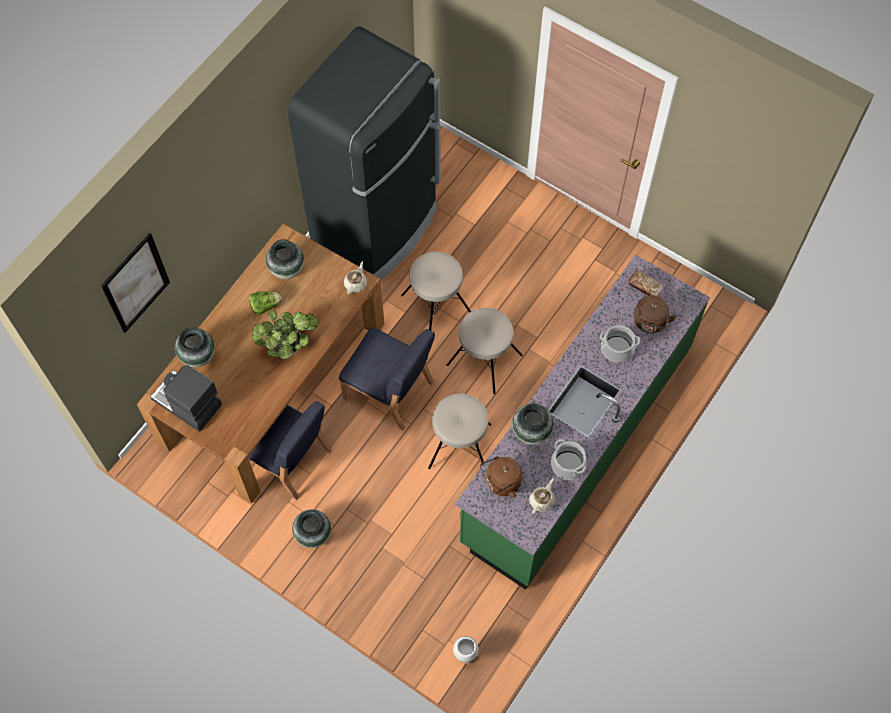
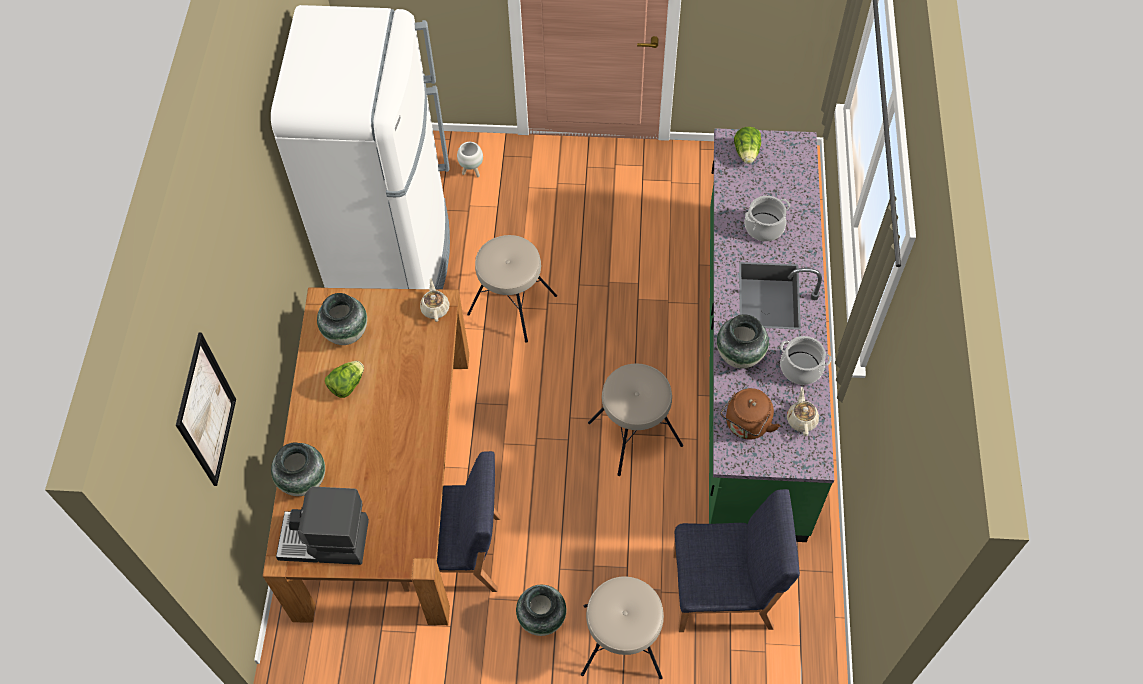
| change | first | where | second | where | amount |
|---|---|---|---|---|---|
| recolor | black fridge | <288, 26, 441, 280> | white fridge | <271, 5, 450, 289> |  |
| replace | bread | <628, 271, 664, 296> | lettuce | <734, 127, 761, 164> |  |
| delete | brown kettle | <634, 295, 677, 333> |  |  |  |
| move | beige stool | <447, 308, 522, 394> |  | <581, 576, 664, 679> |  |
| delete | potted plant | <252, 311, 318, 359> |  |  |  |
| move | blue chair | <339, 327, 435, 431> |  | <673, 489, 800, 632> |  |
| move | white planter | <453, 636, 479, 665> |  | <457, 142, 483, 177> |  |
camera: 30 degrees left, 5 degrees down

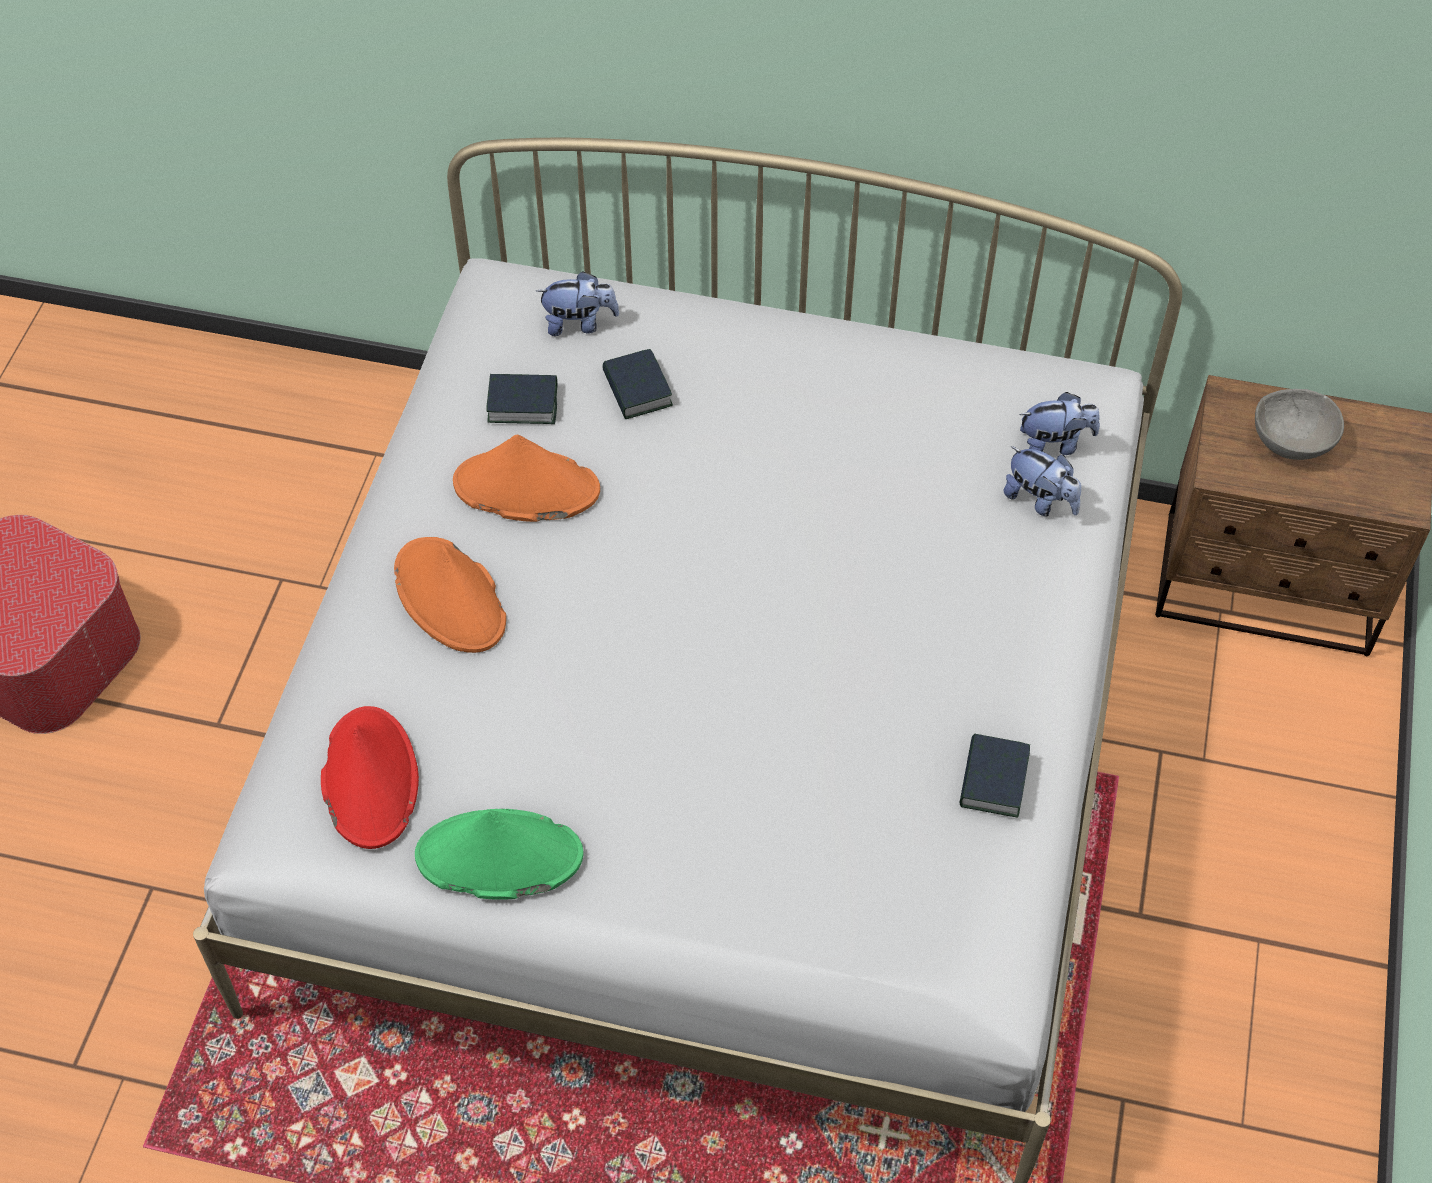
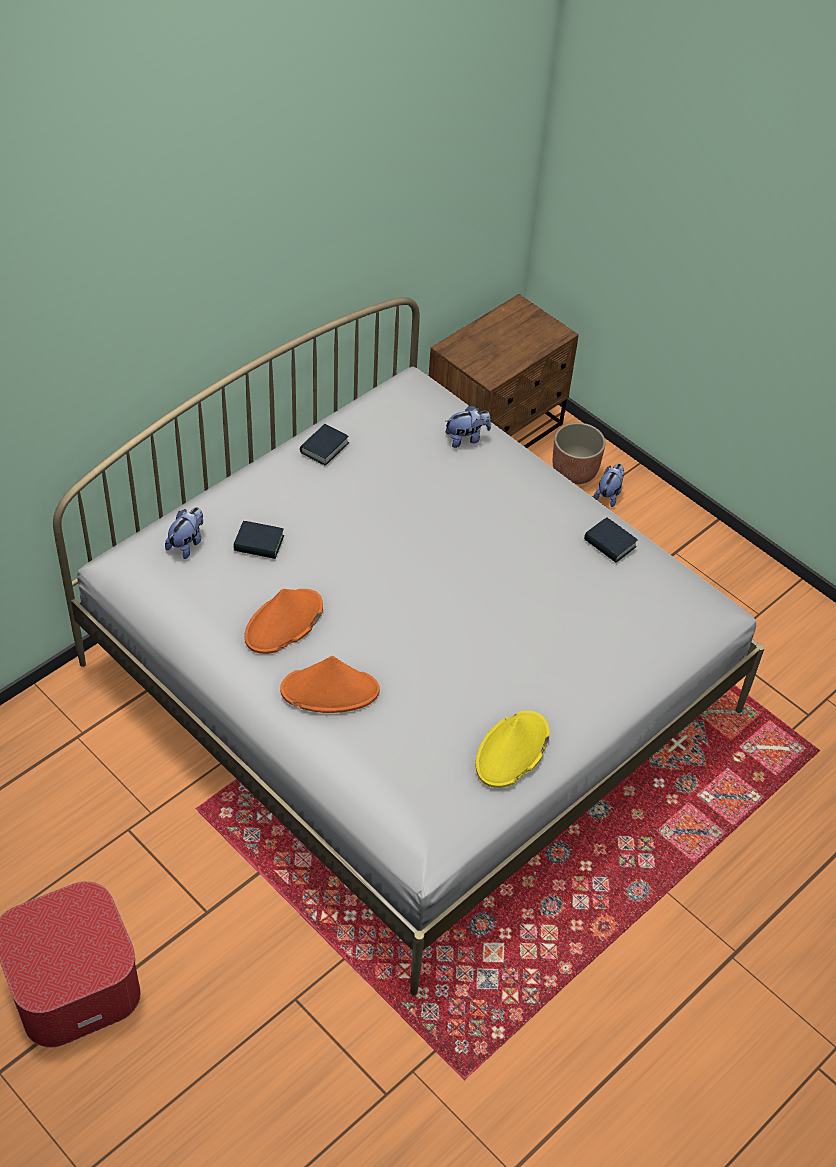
| change | first | where | second | where | amount |
|---|---|---|---|---|---|
| move | book | <486, 374, 557, 424> |  | <300, 424, 349, 465> |  |
| delete | grey bowl | <1255, 389, 1344, 460> |  |  |  |
| move | plush toy | <1019, 392, 1100, 455> |  | <594, 464, 625, 507> |  |
| delete | red hat | <321, 706, 419, 849> |  |  |  |
| recolor | green hat | <415, 809, 583, 900> | yellow hat | <475, 711, 550, 788> |  |
| insert |  |  | planter | <553, 423, 606, 484> |  |
camera: 60 degrees left, 5 degrees down

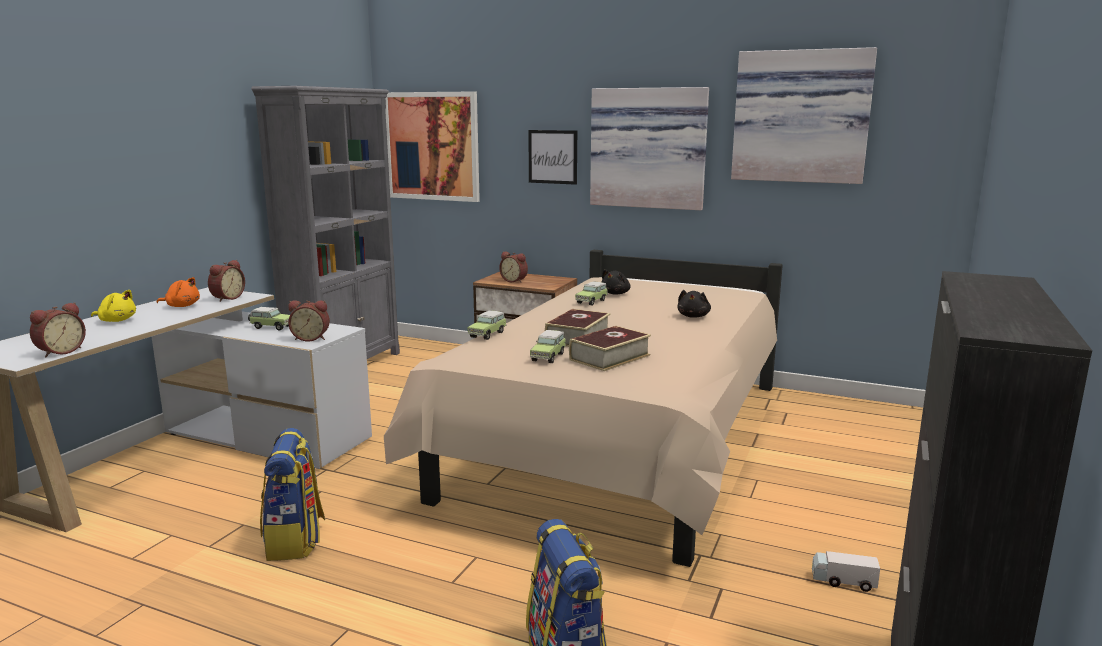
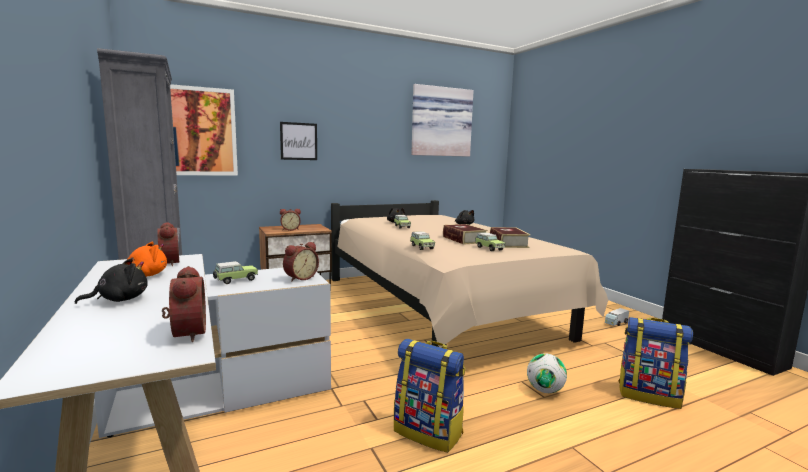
| change | first | where | second | where | amount |
|---|---|---|---|---|---|
| delete | picture | <590, 87, 709, 210> |  |  |  |
| recolor | yellow plush toy | <91, 290, 136, 322> | black plush toy | <75, 258, 147, 304> |  |
| insert |  |  | football | <527, 353, 567, 393> |  |
camera: 50 degrees left, 5 degrees down

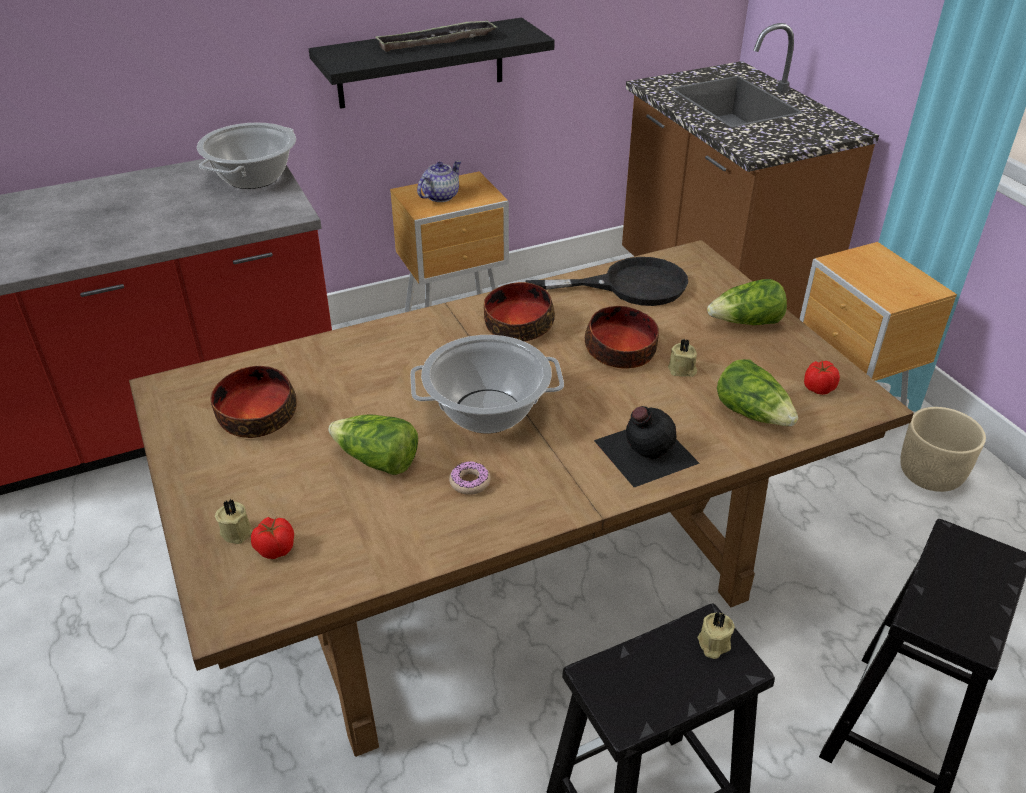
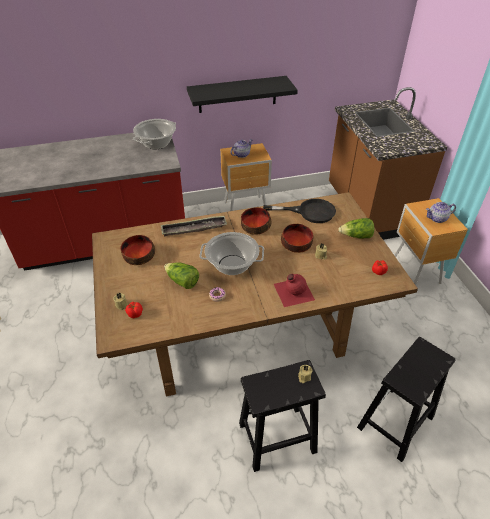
| change | first | where | second | where | amount |
|---|---|---|---|---|---|
| move | tray | <375, 20, 498, 52> |  | <161, 216, 227, 236> |  |
| delete | lettuce | <717, 359, 798, 426> |  |  |  |
| recolor | black bottle | <594, 406, 700, 487> | red bottle | <274, 274, 315, 307> |  |
| delete | beige planter | <900, 407, 986, 492> |  |  |  |
| insert |  |  | teapot | <426, 202, 456, 223> |  |
camera: 10 degrees right, 5 degrees up

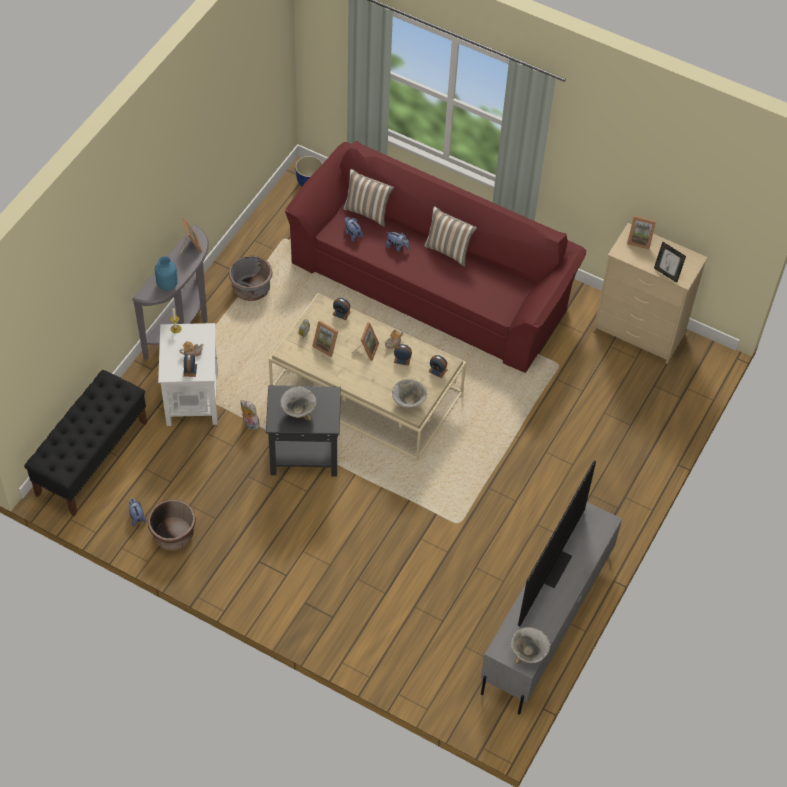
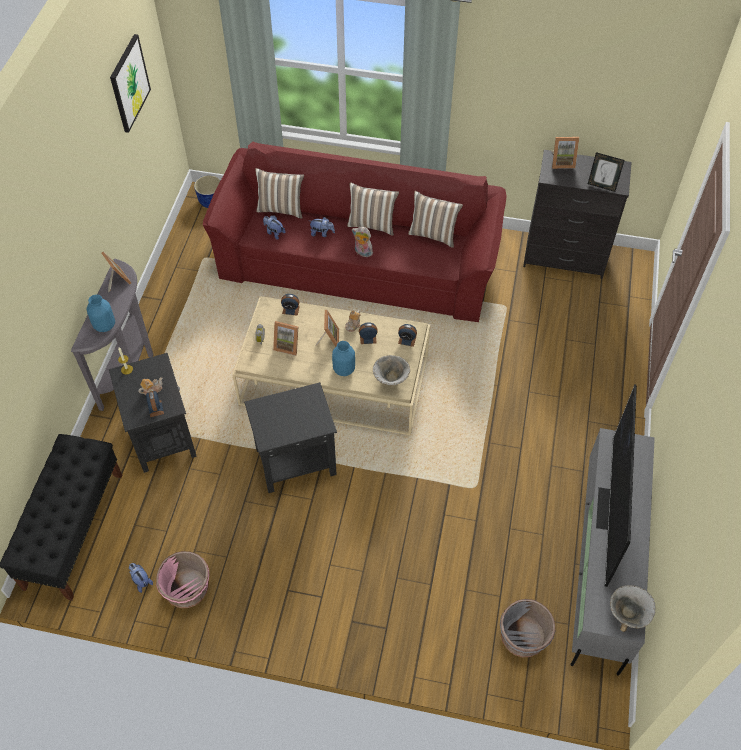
| change | first | where | second | where | amount |
|---|---|---|---|---|---|
| recolor | beige dresser | <593, 223, 708, 364> | black dresser | <523, 150, 632, 279> |  |
| move | grey planter | <229, 256, 272, 301> |  | <500, 599, 555, 658> |  |
| recolor | white side table | <158, 323, 218, 426> | black side table | <109, 353, 197, 473> |  |
| delete | bowl | <280, 386, 317, 421> |  |  |  |
| move | plush toy | <240, 400, 259, 430> |  | <352, 227, 373, 257> |  |
| recolor | brown planter | <148, 499, 196, 550> | pink planter | <156, 551, 209, 608> |  |
| insert |  |  | picture | <110, 34, 151, 133> |  |
| insert |  |  | pillow | <408, 191, 463, 248> |  |
| insert |  |  | blue vase | <332, 341, 355, 376> |  |
camera: 15 degrees left, 0 degrees up

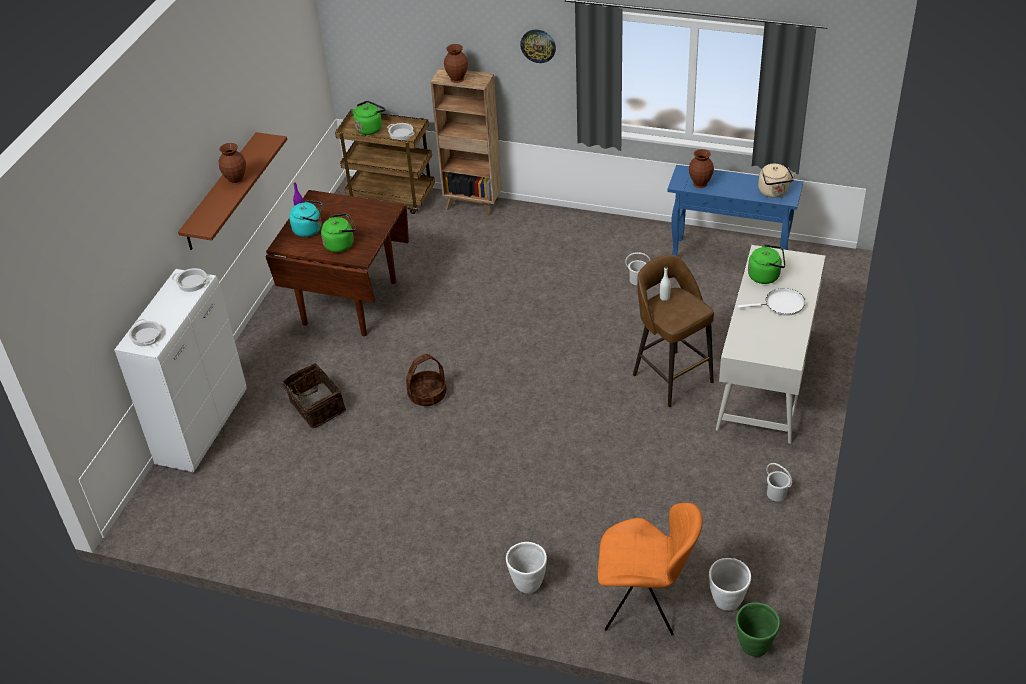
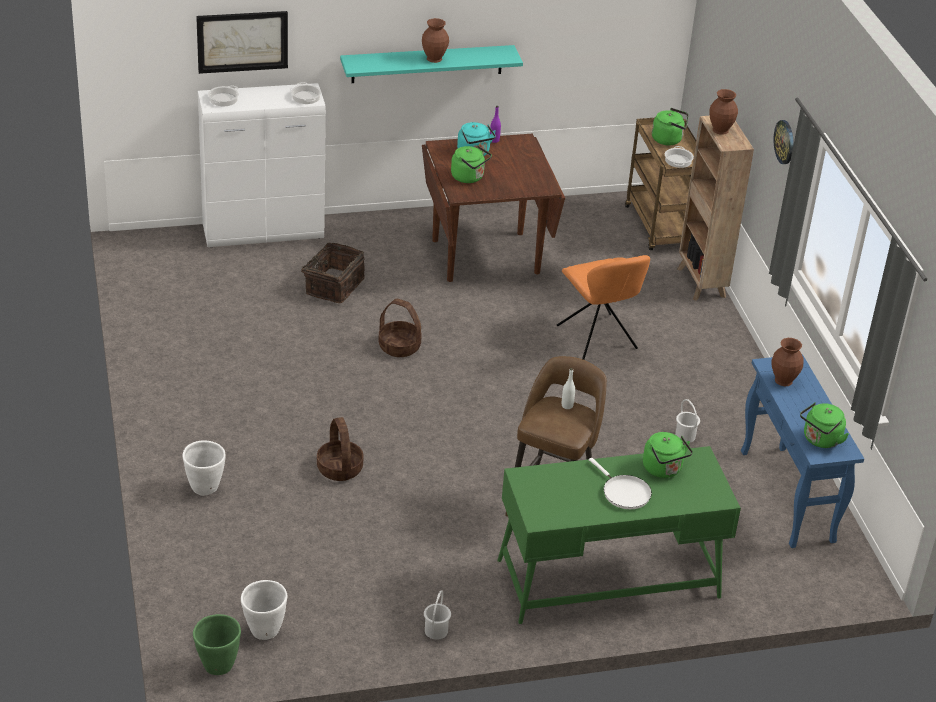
| change | first | where | second | where | amount |
|---|---|---|---|---|---|
| recolor | brown shelf | <178, 132, 287, 250> | turquoise shelf | <340, 45, 523, 83> |  |
| recolor | beige kettle | <758, 164, 796, 198> | green kettle | <800, 402, 849, 448> |  |
| recolor | white desk | <716, 245, 825, 444> | green desk | <497, 446, 741, 624> |  |
| move | orange chair | <598, 503, 703, 635> |  | <557, 255, 650, 360> |  |
| insert |  |  | picture | <196, 11, 288, 74> |  |
| insert |  |  | basket | <317, 417, 364, 481> |  |
camera: 55 degrees right, 5 degrees down

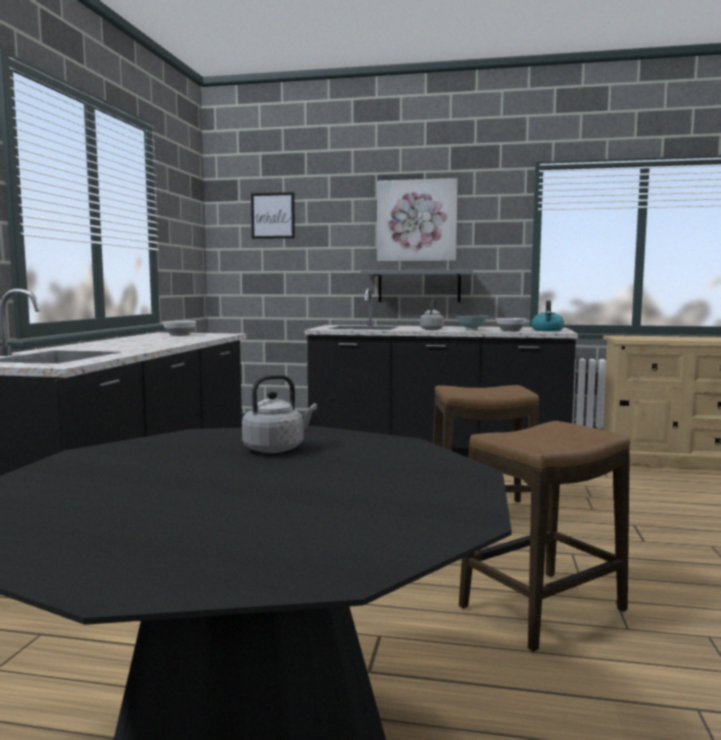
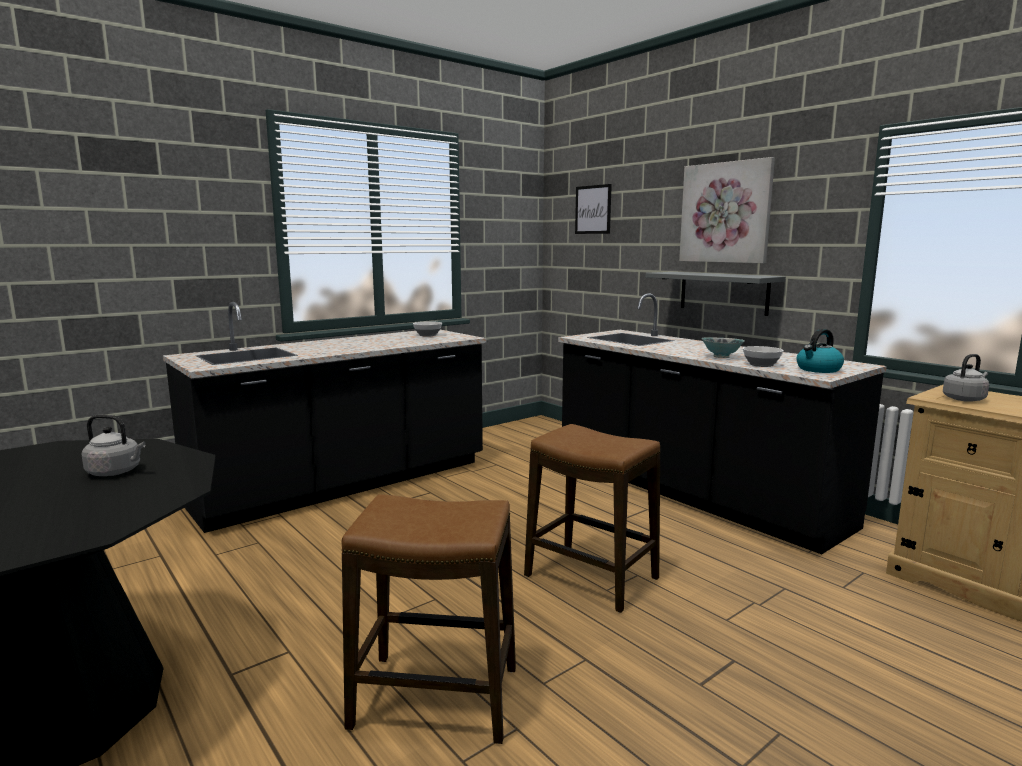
| change | first | where | second | where | amount |
|---|---|---|---|---|---|
| move | grey kettle | <420, 300, 444, 330> |  | <943, 354, 989, 402> |  |
camera: 40 degrees right, 5 degrees up

